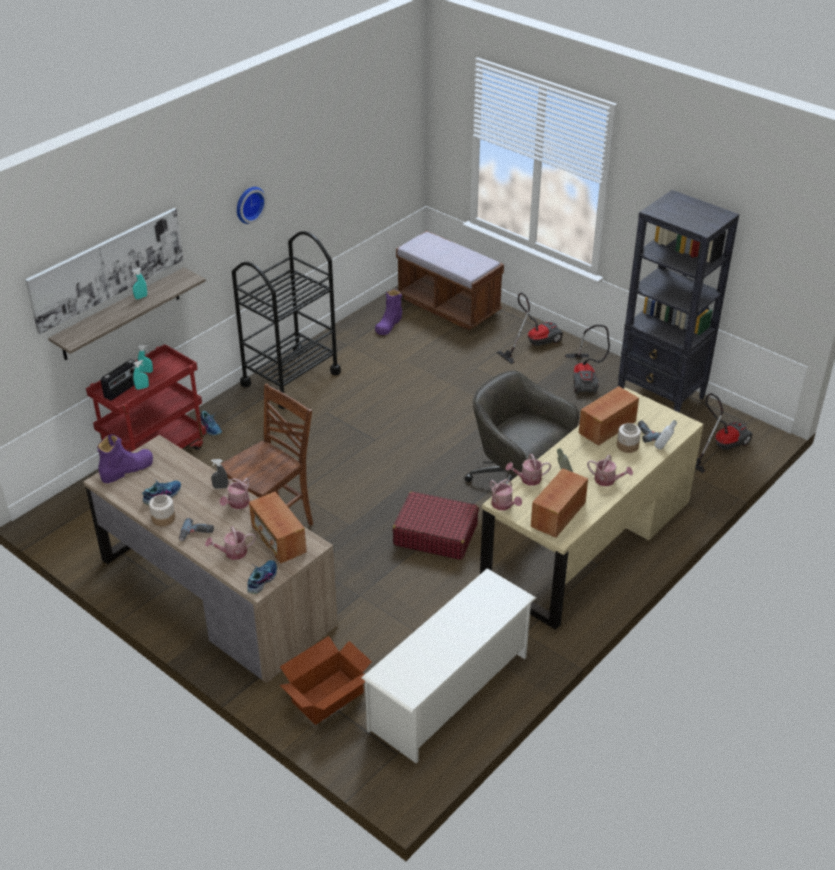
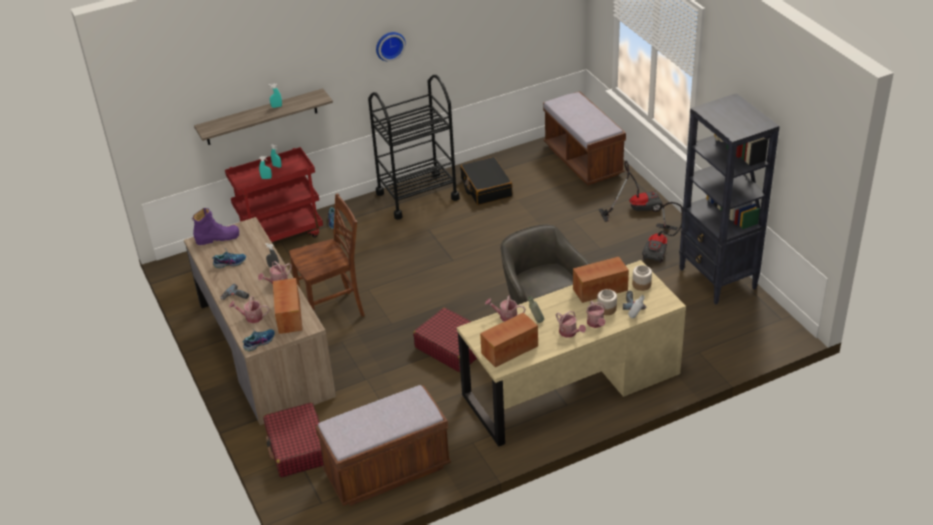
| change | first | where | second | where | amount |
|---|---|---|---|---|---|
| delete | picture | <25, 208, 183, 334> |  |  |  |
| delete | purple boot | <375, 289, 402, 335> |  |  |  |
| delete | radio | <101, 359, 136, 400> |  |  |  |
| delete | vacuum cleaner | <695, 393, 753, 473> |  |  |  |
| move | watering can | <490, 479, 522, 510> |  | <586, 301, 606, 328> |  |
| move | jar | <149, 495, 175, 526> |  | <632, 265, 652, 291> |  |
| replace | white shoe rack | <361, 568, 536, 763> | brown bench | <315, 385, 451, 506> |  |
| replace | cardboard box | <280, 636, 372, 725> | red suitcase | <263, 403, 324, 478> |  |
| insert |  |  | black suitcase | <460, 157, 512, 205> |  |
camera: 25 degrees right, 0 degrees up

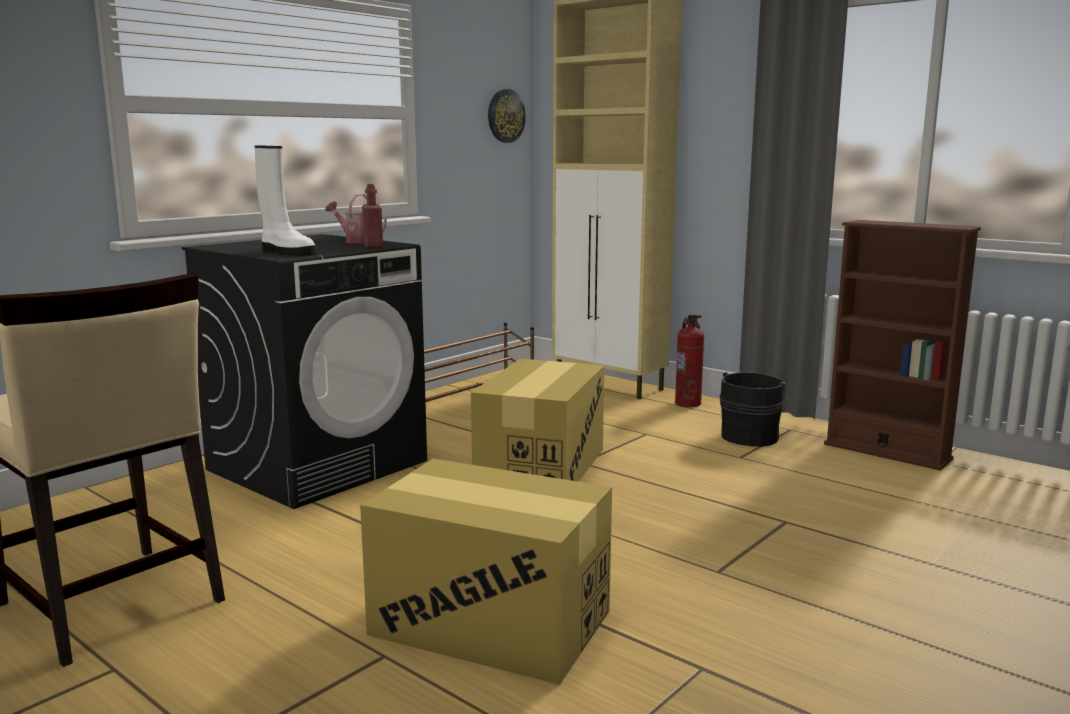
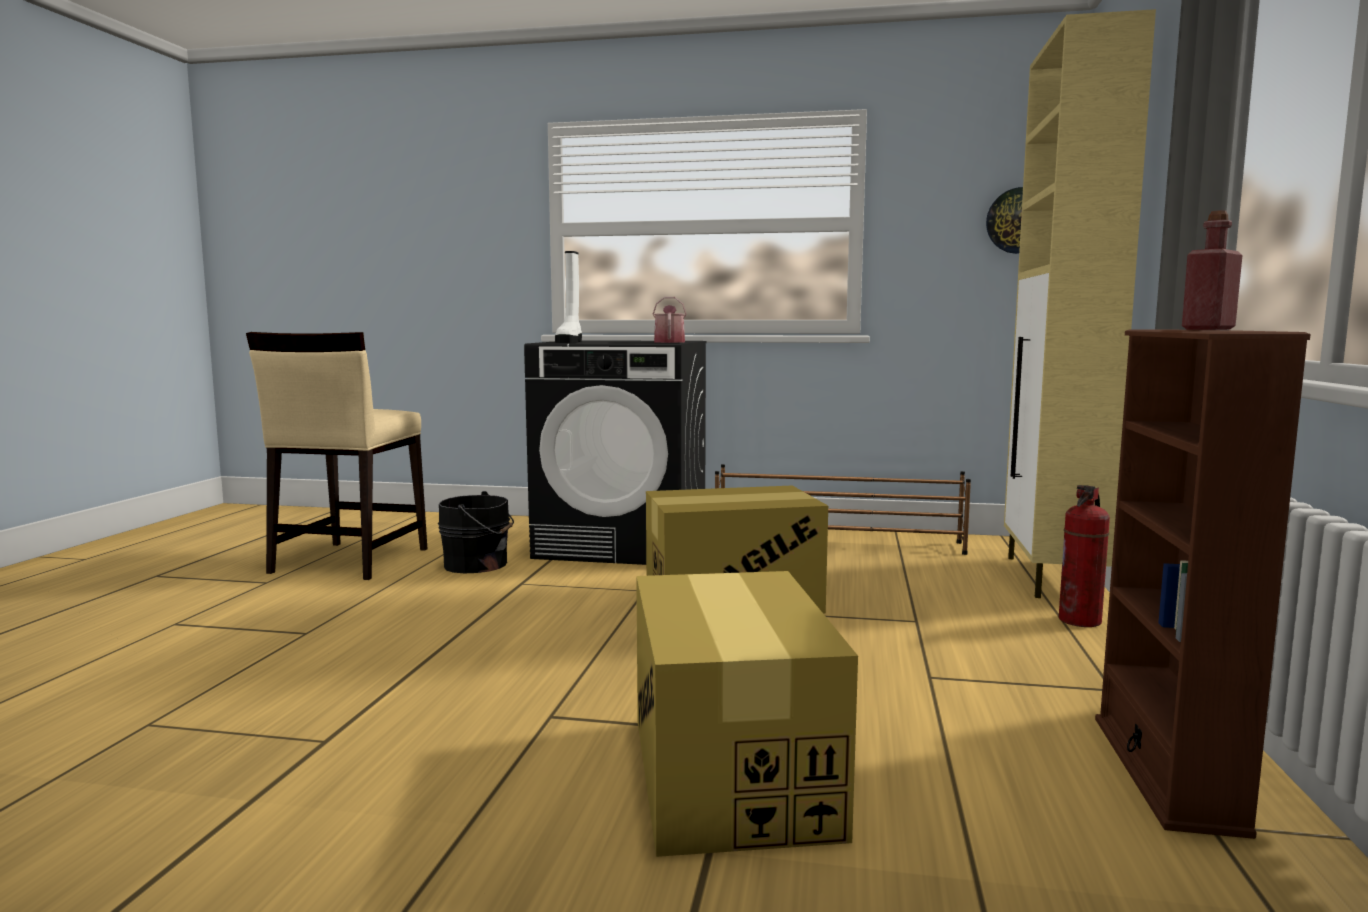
| change | first | where | second | where | amount |
|---|---|---|---|---|---|
| move | red bottle | <362, 184, 383, 248> |  | <1182, 210, 1243, 330> |  |
| move | black bucket | <720, 372, 791, 447> |  | <438, 491, 514, 573> |  |
| move | cardboard box | <360, 459, 612, 685> |  | <636, 571, 858, 857> |  |
camera: 60 degrees right, 5 degrees down

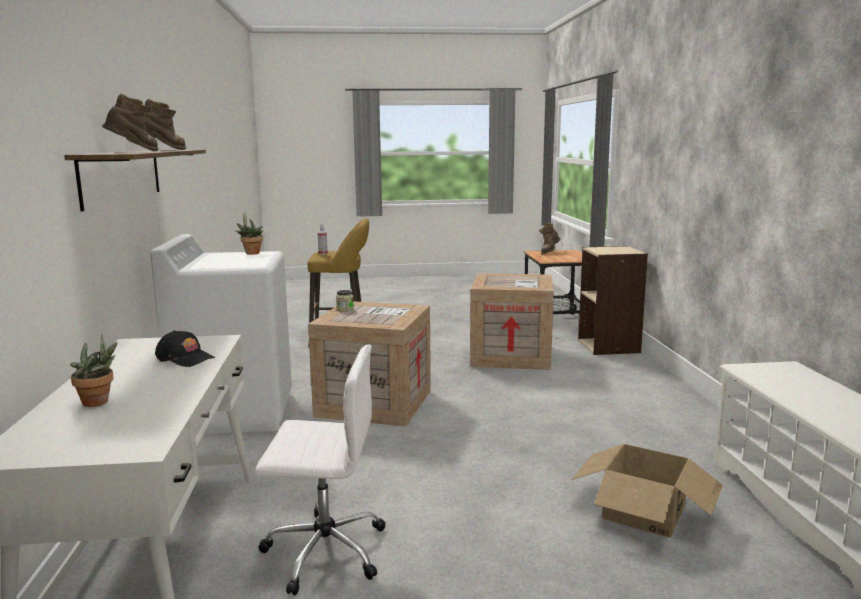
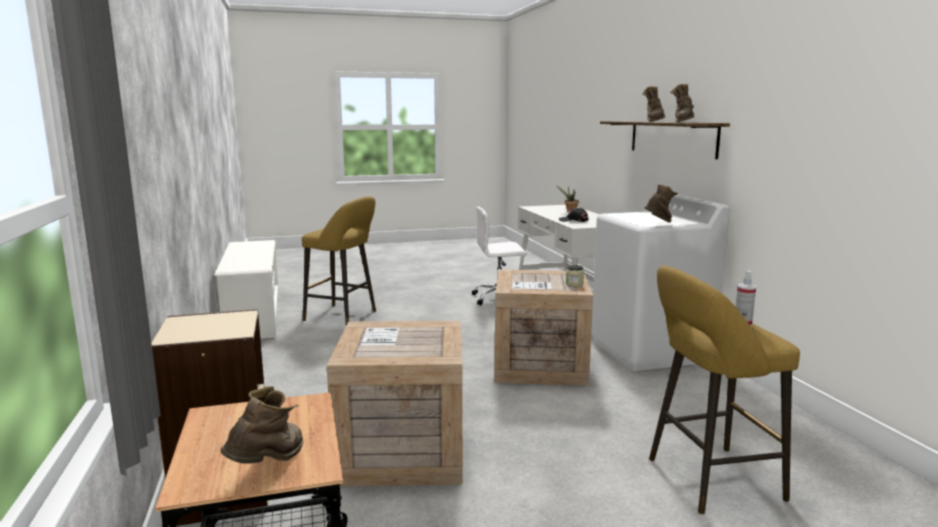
| change | first | where | second | where | amount |
|---|---|---|---|---|---|
| replace | potted plant | <236, 212, 263, 255> | brown boot | <644, 185, 678, 223> |  |
| replace | cardboard box | <572, 444, 723, 538> | yellow stool | <302, 197, 376, 326> |  |
camera: 170 degrees right, 0 degrees up

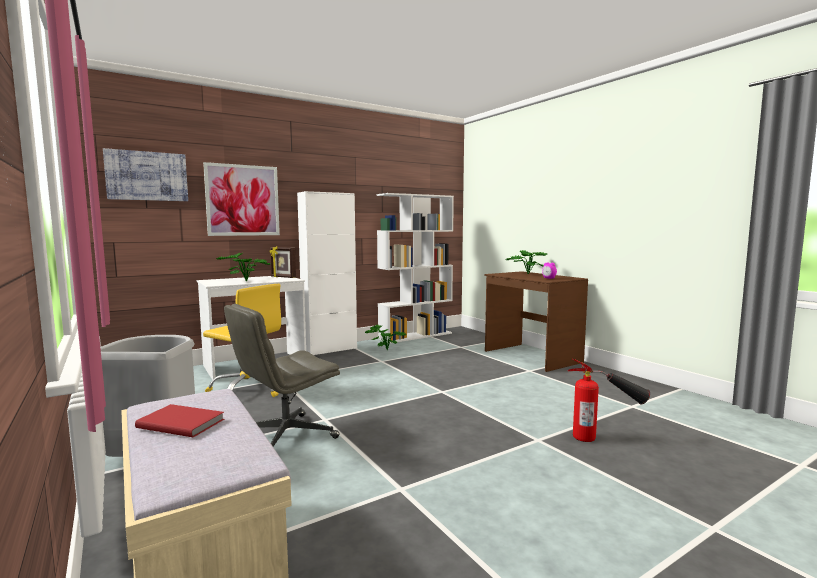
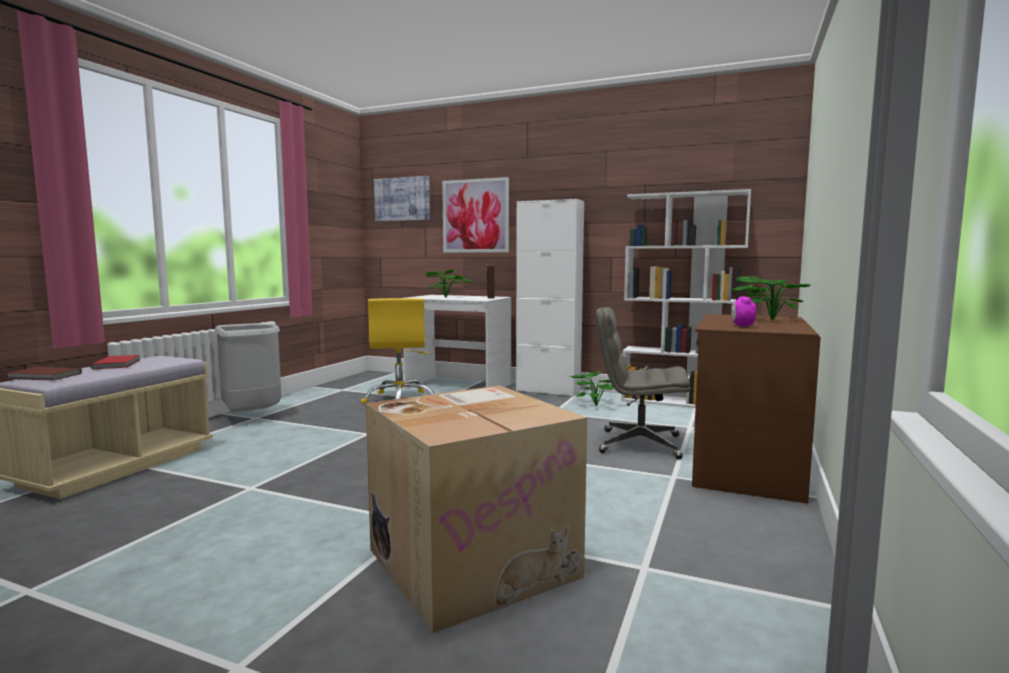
| change | first | where | second | where | amount |
|---|---|---|---|---|---|
| move | grey office chair | <224, 304, 340, 446> |  | <596, 307, 691, 459> |  |
| replace | fire extinguisher | <568, 359, 650, 442> | cardboard box | <366, 385, 587, 633> |  |
| insert |  |  | brown book | <6, 367, 82, 380> |  |
camera: 55 degrees right, 0 degrees up

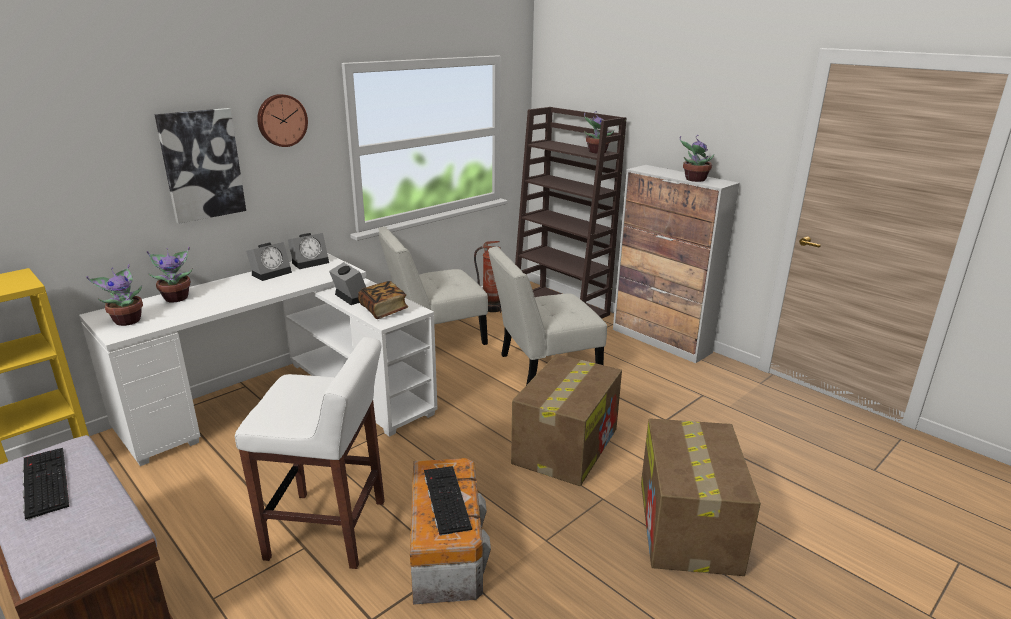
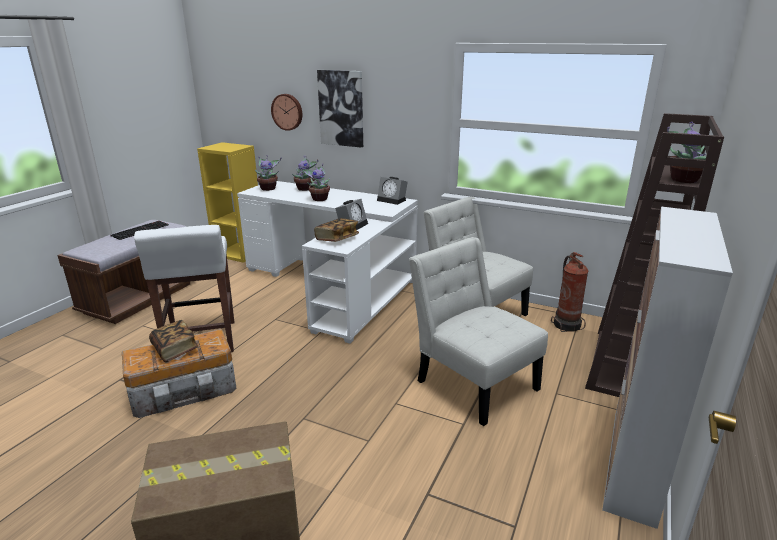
| change | first | where | second | where | amount |
|---|---|---|---|---|---|
| move | wall clock | <257, 94, 308, 147> |  | <271, 94, 302, 131> |  |
| move | potted plant | <680, 135, 714, 182> |  | <301, 164, 330, 201> |  |
| delete | alarm clock | <246, 242, 292, 281> |  |  |  |
| delete | cardboard box | <511, 354, 622, 486> |  |  |  |
| replace | keyboard | <424, 466, 472, 536> | book | <149, 320, 198, 362> |  |
camera: 70 degrees right, 0 degrees up

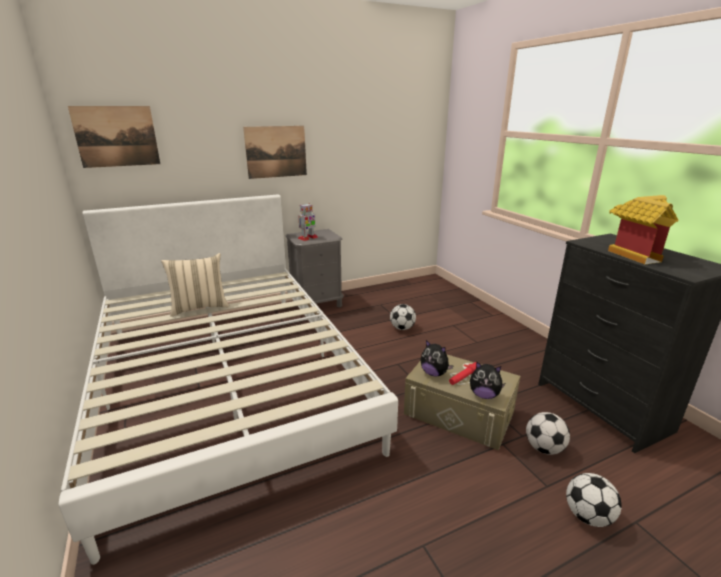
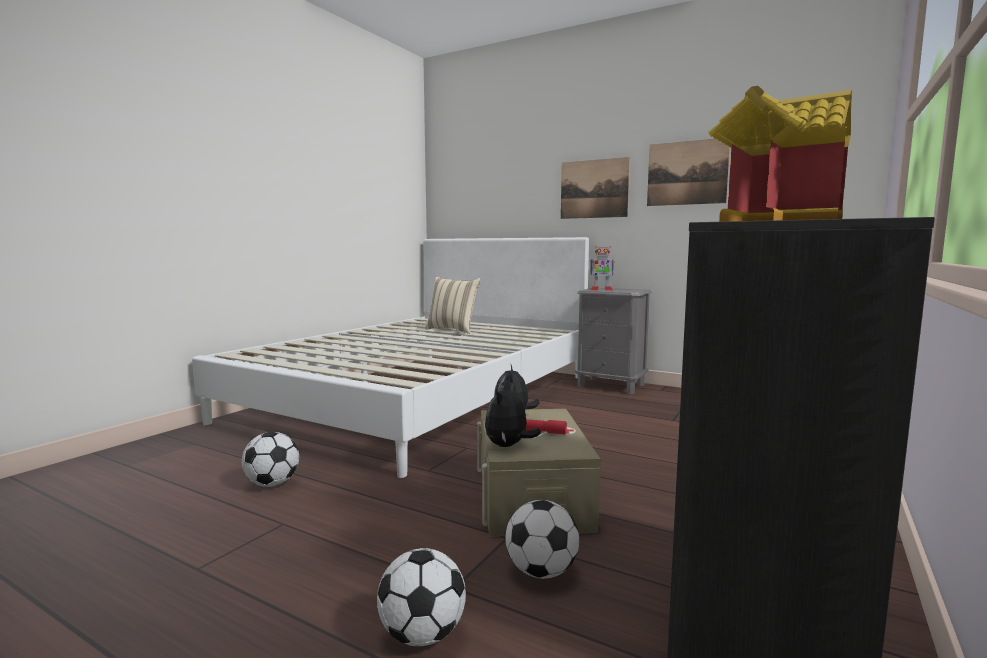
| change | first | where | second | where | amount |
|---|---|---|---|---|---|
| move | picture | <68, 106, 160, 168> |  | <647, 139, 730, 206> |  |
| move | football | <390, 304, 416, 330> |  | <242, 432, 299, 487> |  |
| rotate | plush toy | <470, 361, 505, 399> |  | <485, 383, 541, 447> | 45 degrees clockwise |
camera: 55 degrees right, 15 degrees down

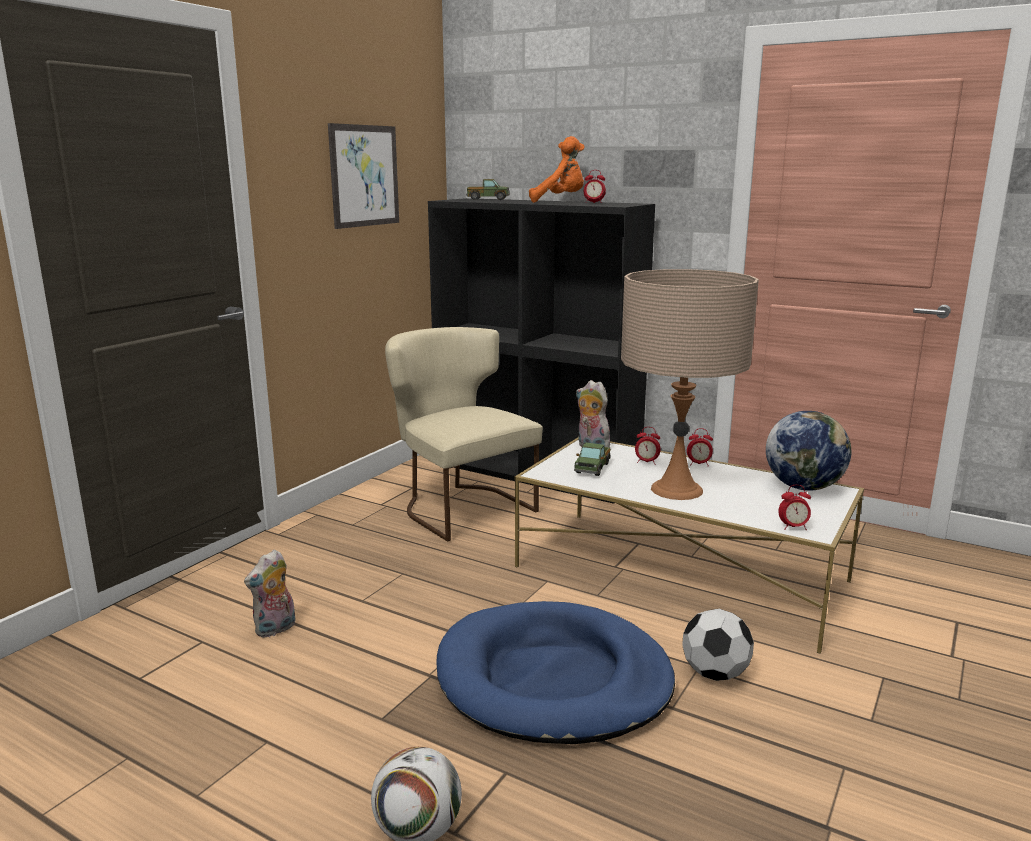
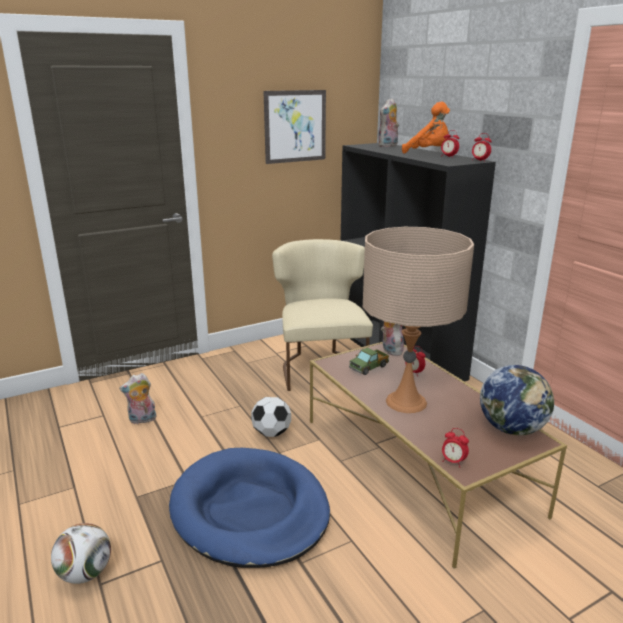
| change | first | where | second | where | amount |
|---|---|---|---|---|---|
| replace | toy truck | <466, 179, 510, 200> | plush toy | <378, 98, 399, 147> |  |
| move | alarm clock | <687, 428, 713, 465> |  | <472, 133, 492, 162> |  |
| recolor | white coffee table | <515, 437, 864, 654> | brown coffee table | <310, 342, 567, 569> |  |
| move | football | <682, 609, 754, 681> |  | <251, 397, 291, 437> |  |
camera: 30 degrees right, 5 degrees up

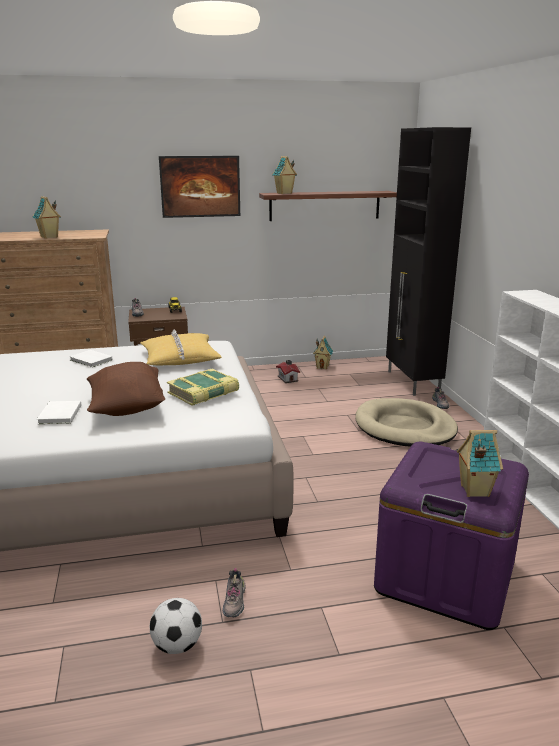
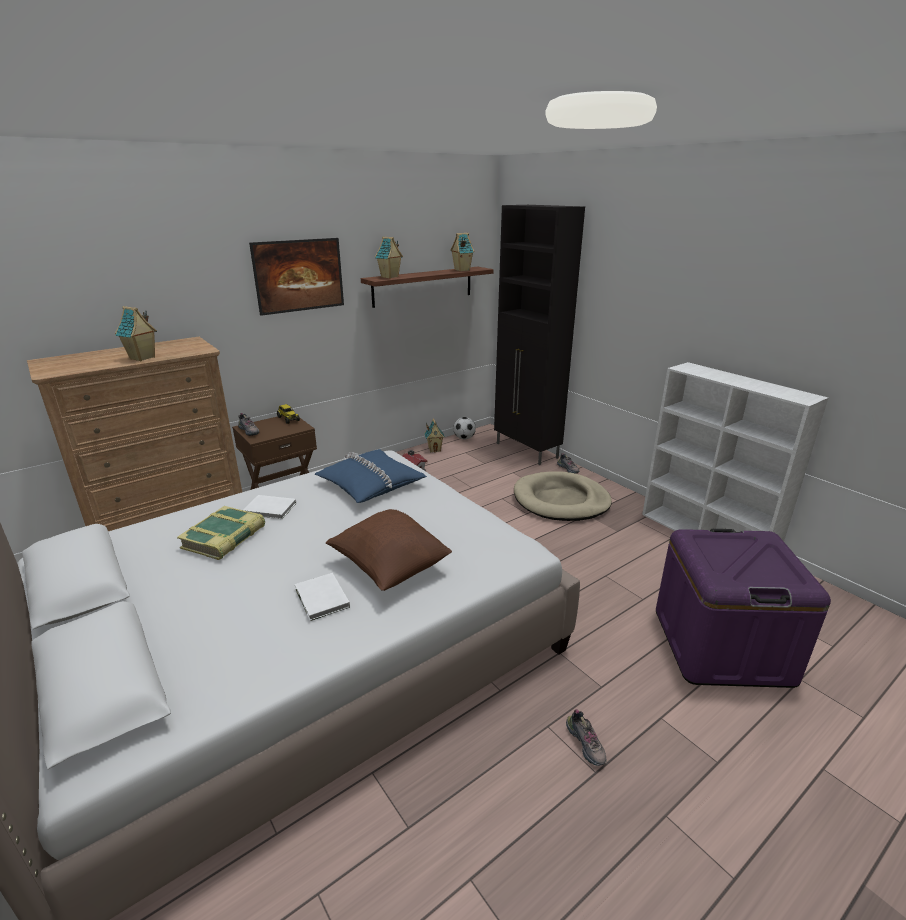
| change | first | where | second | where | amount |
|---|---|---|---|---|---|
| recolor | yellow pillow | <140, 330, 222, 365> | blue pillow | <315, 449, 427, 503> |  |
| move | book | <167, 369, 239, 406> |  | <177, 506, 265, 560> |  |
| move | toy house | <457, 430, 503, 497> |  | <450, 233, 475, 271> |  |
| move | football | <150, 598, 202, 654> |  | <453, 417, 476, 439> |  |
camera: 25 degrees left, 5 degrees up

